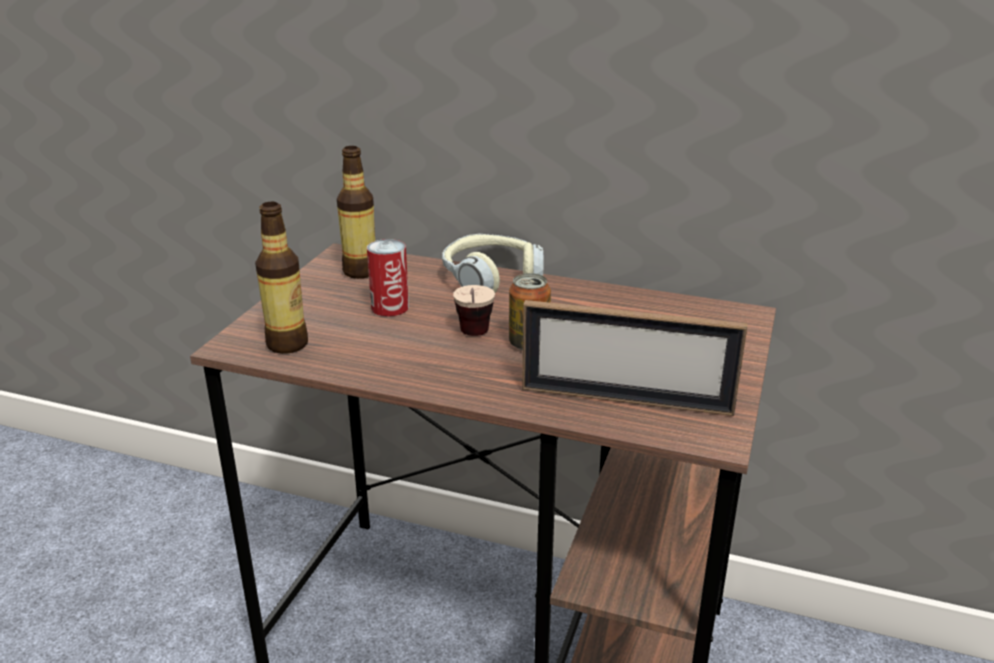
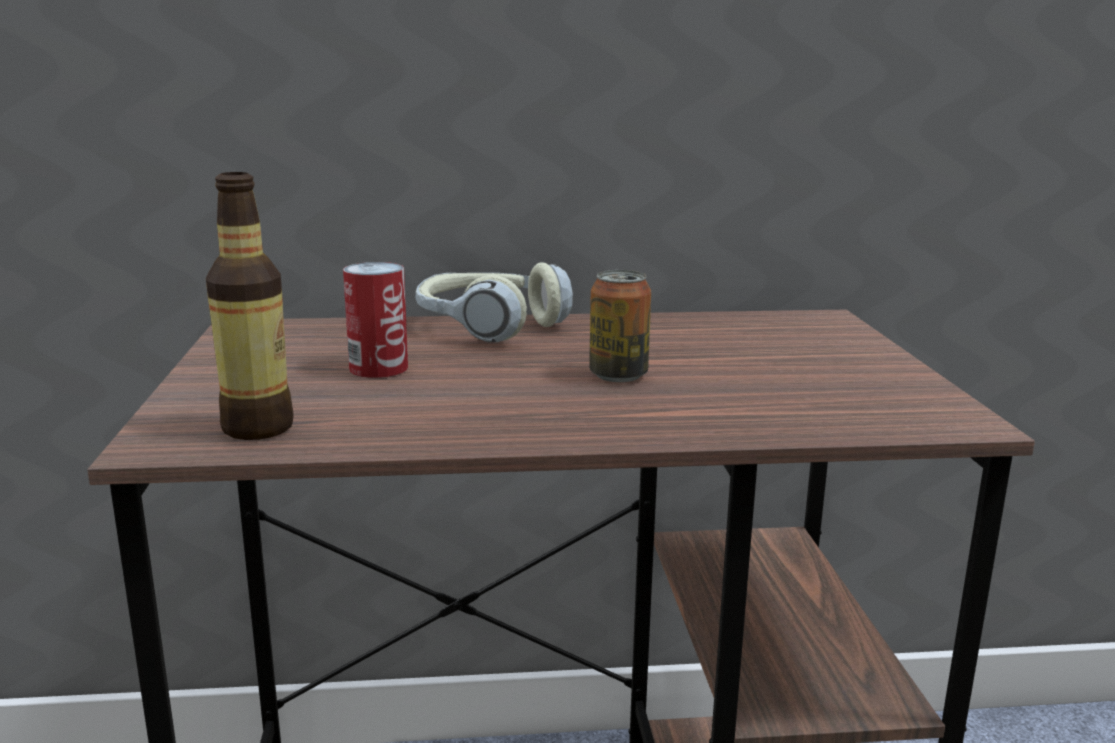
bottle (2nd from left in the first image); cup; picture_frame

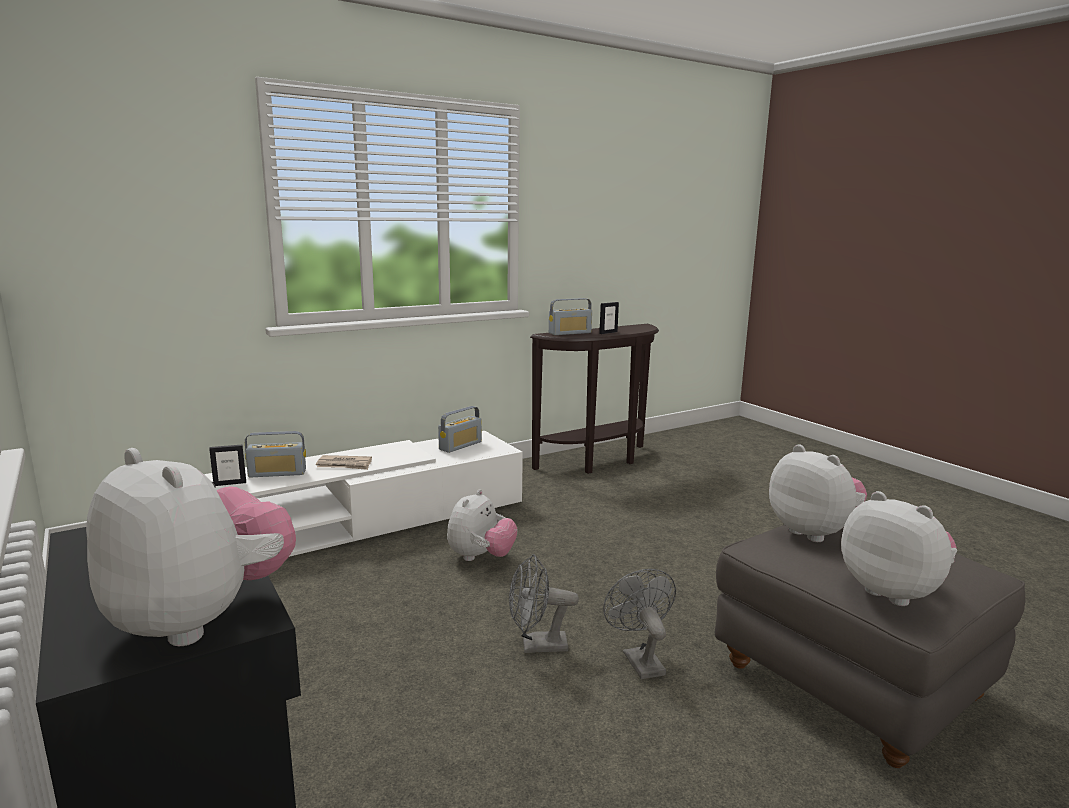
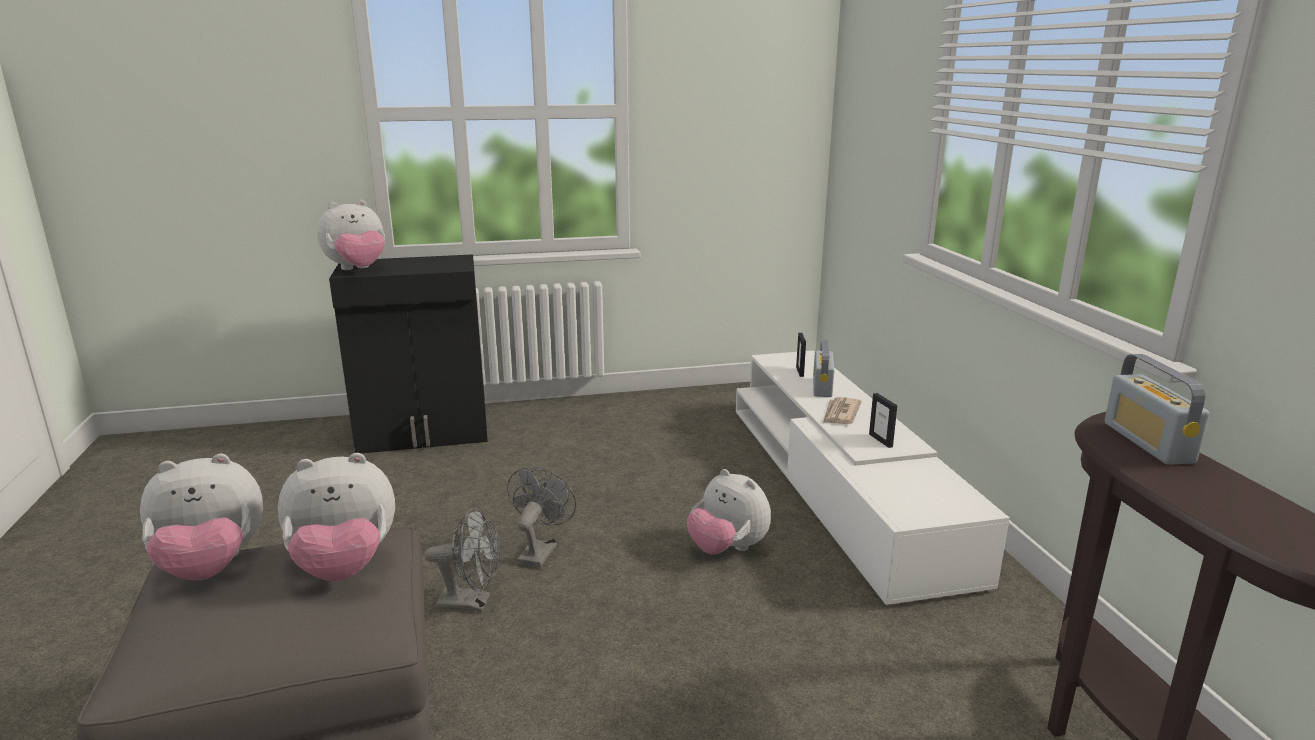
radio (2nd from left in the first image); picture_frame (2nd from left)

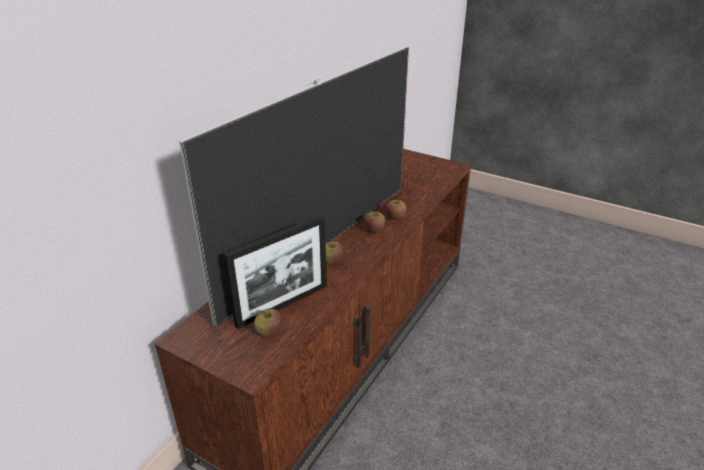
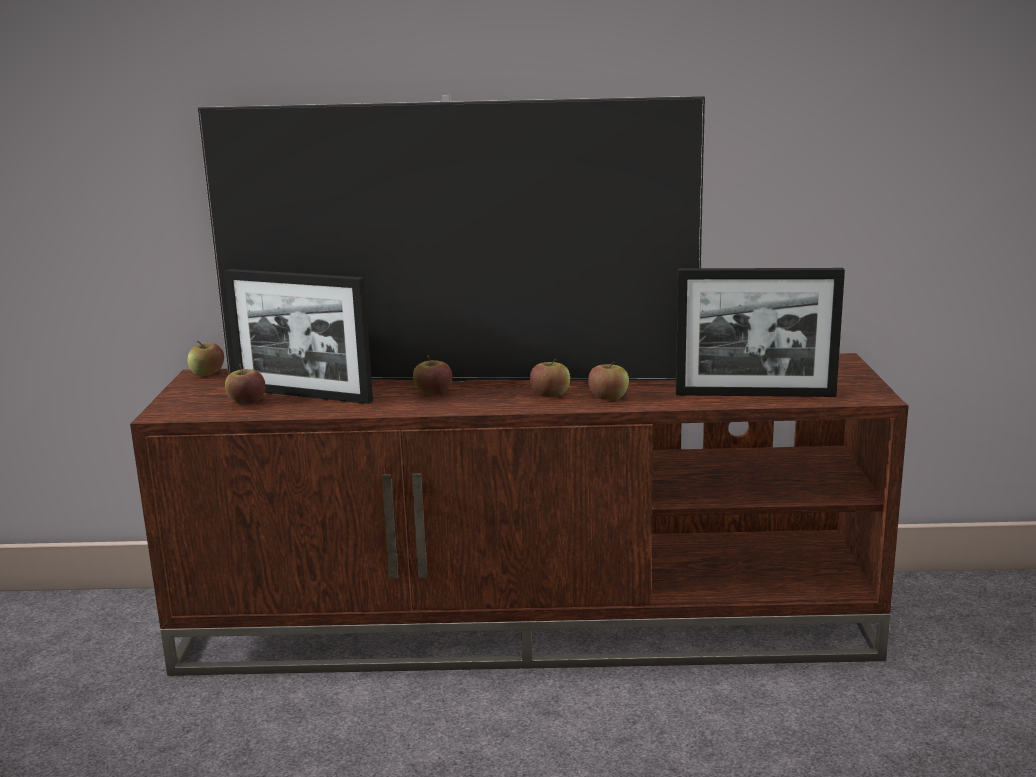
apple (1st from left); picture_frame (2nd from left)

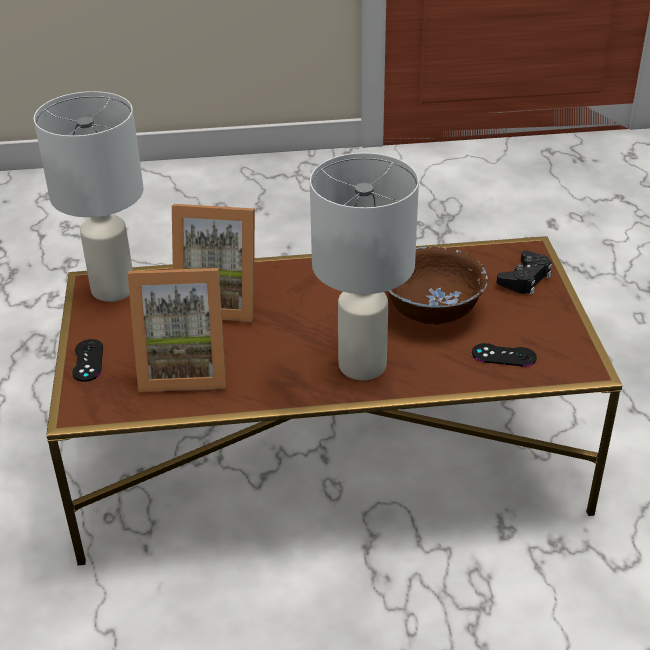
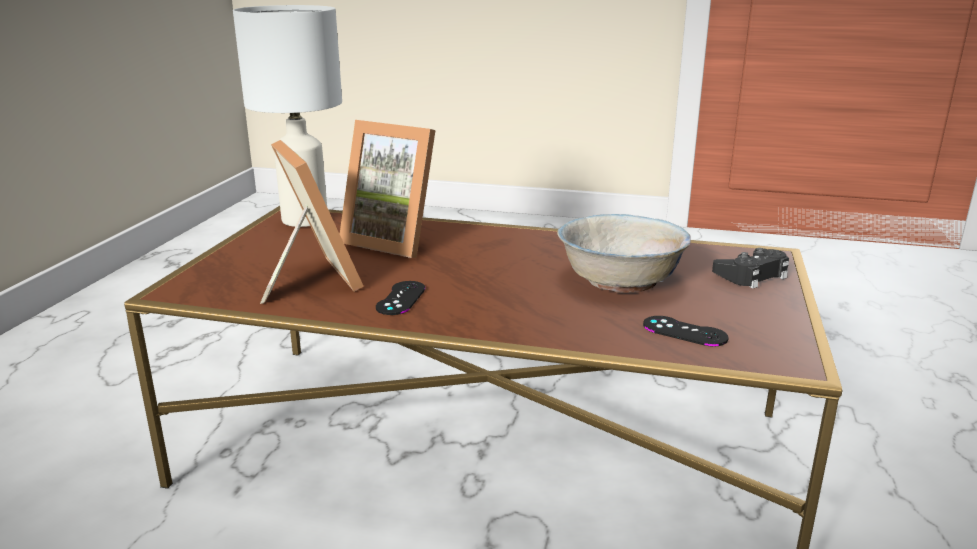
black_game_controller (1st from left); picture_frame (1st from left); white_table_lamp (2nd from left in the first image); white_bowl

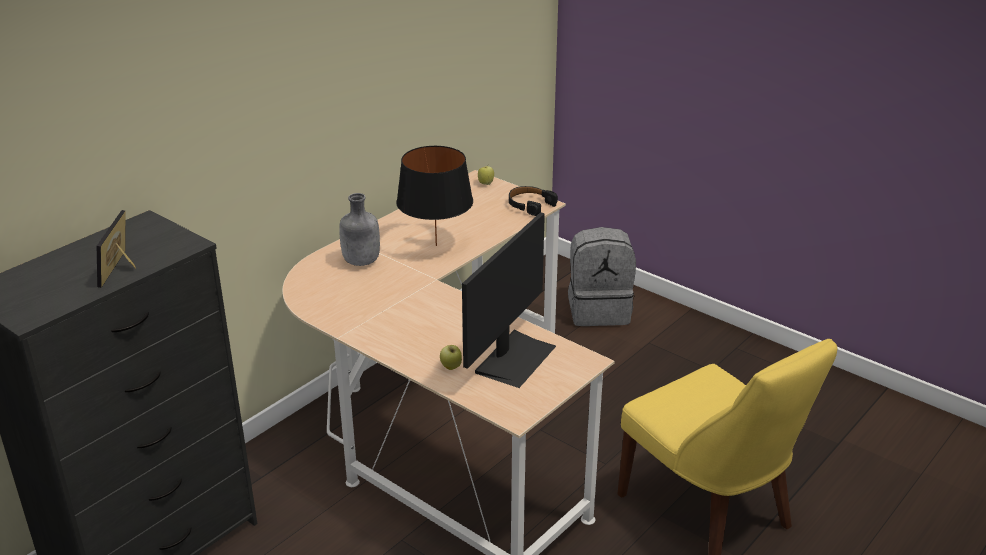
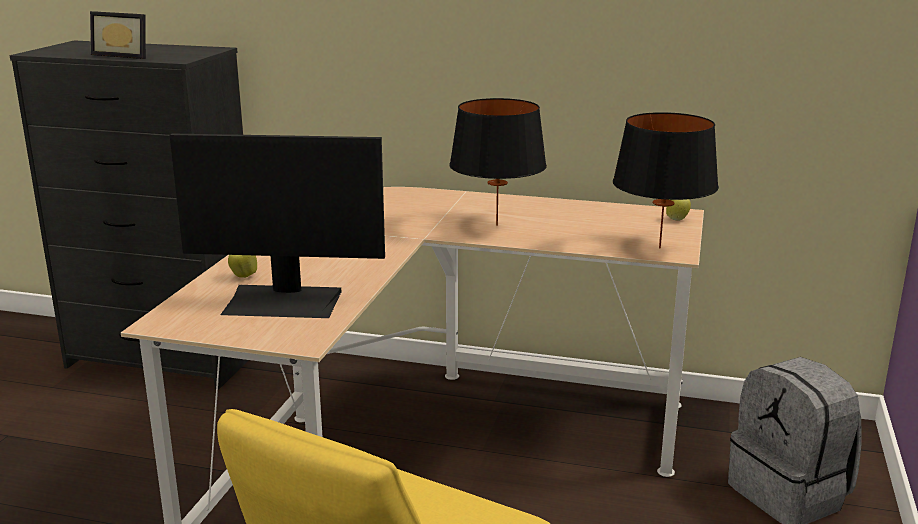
picture_frame; grey_bottle; black_table_lamp (2nd from left)

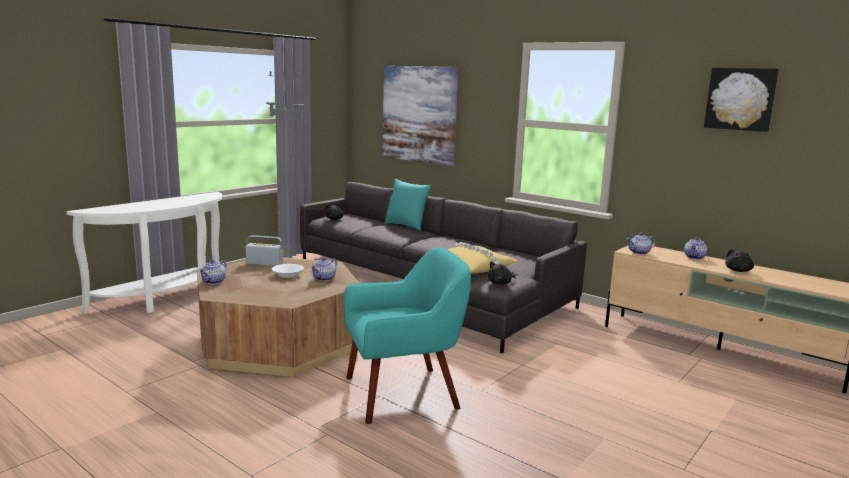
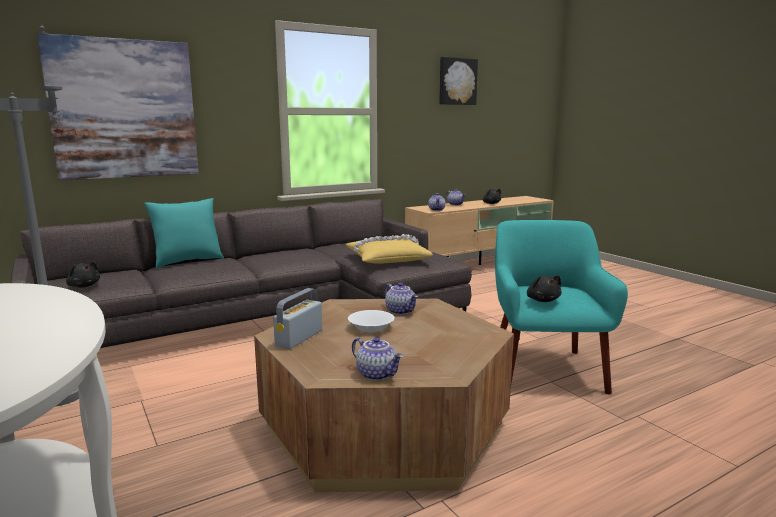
black_plush_toy (3rd from left)

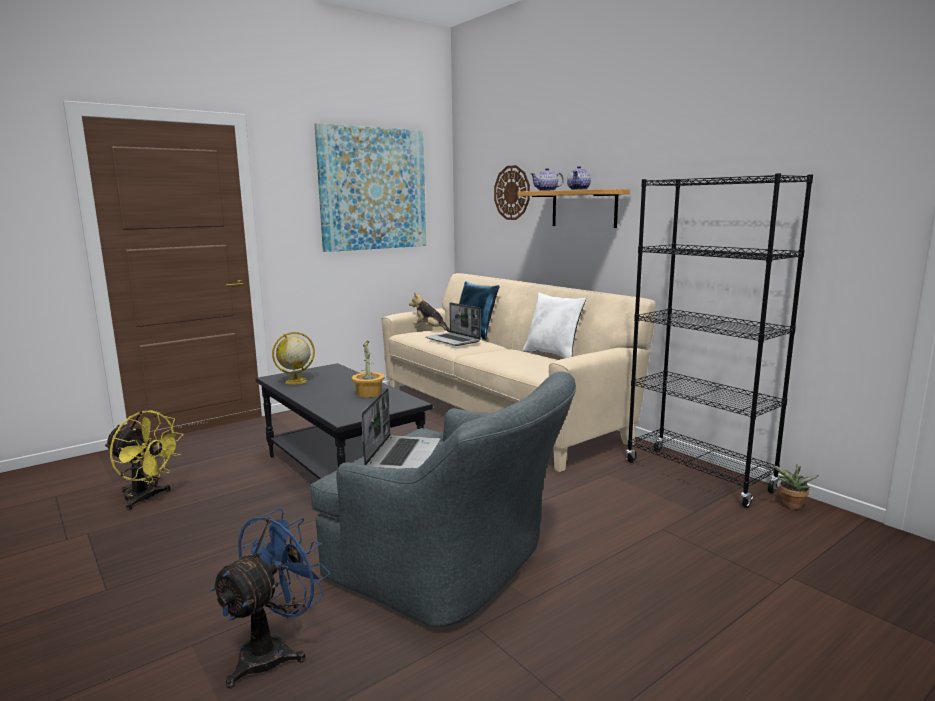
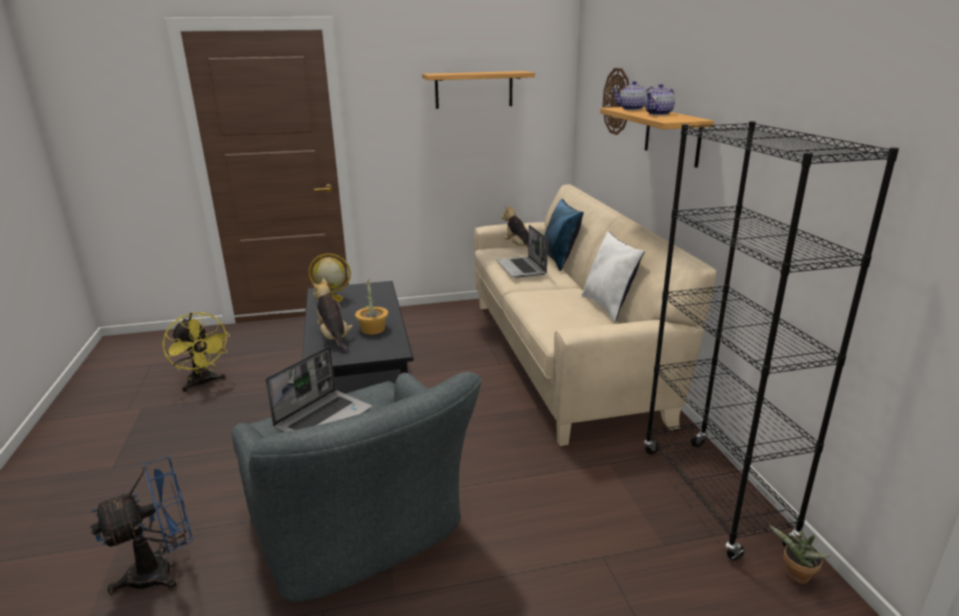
shelf (1st from left); plush_toy (1st from left)

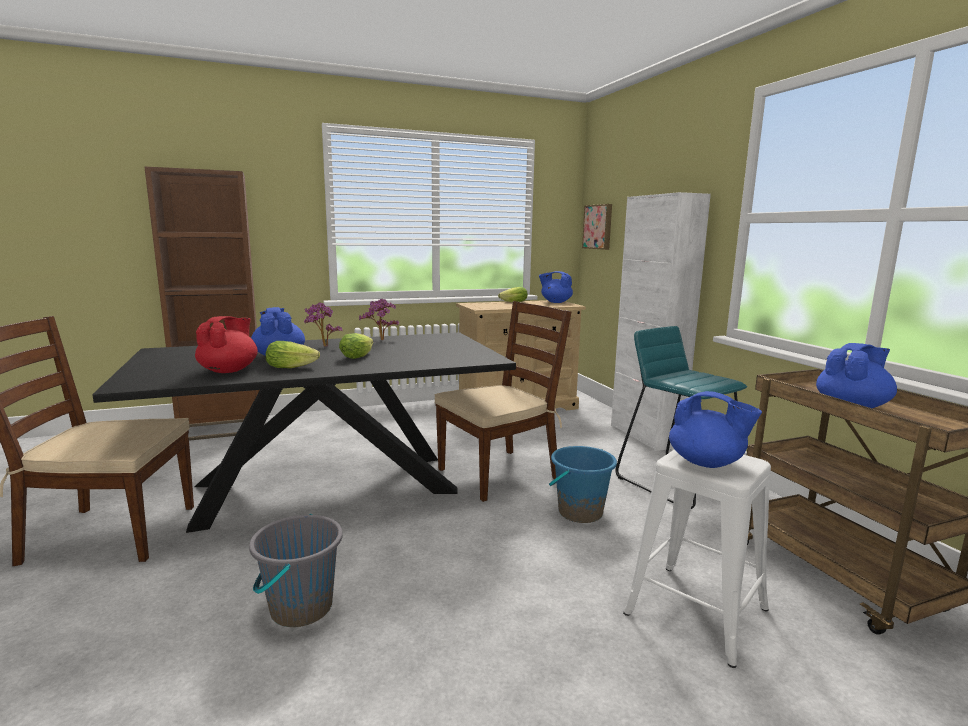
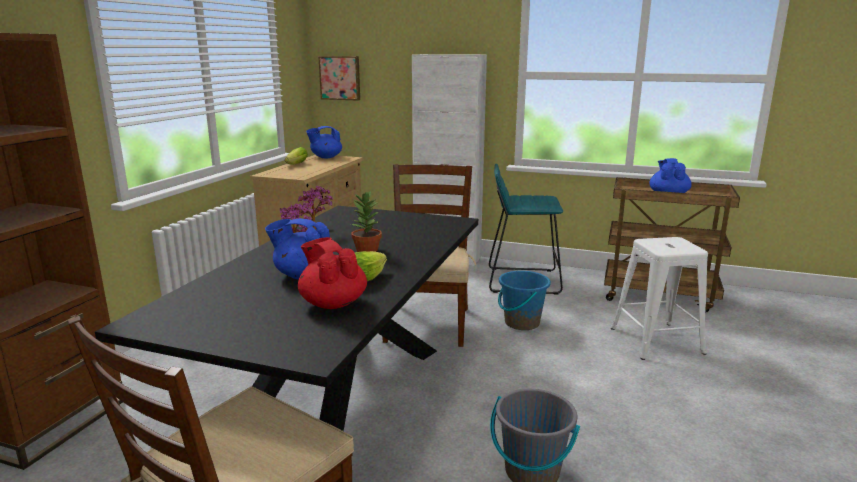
potted_plant (3rd from left); blue_teapot (3rd from left in the first image)

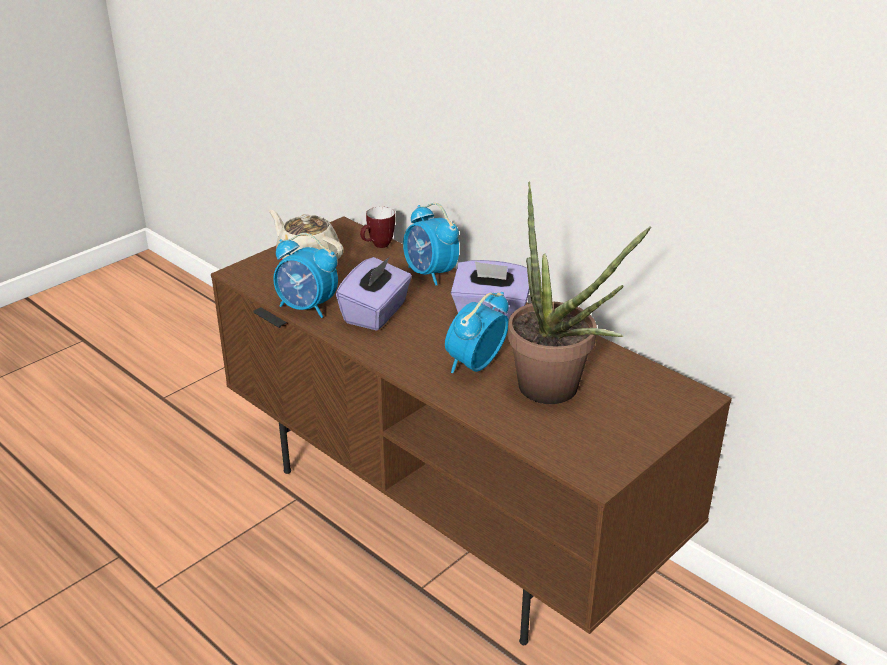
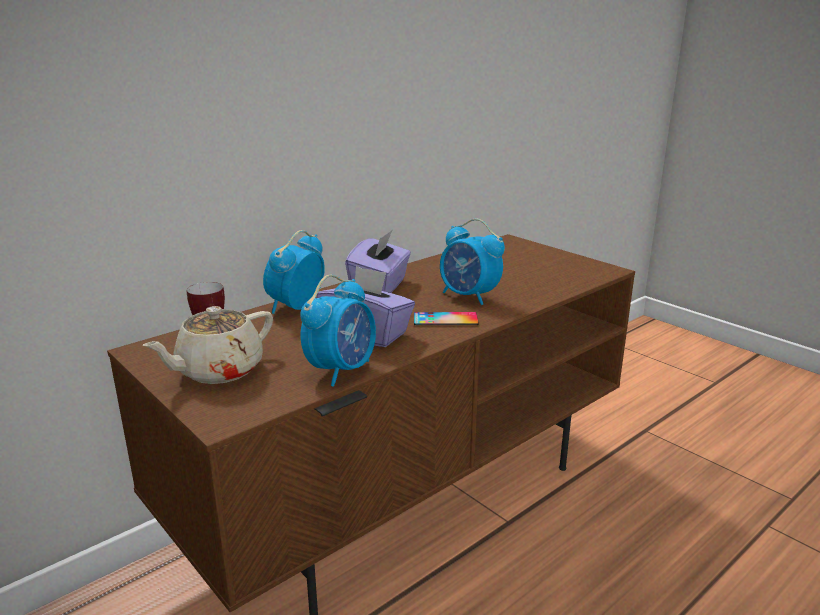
alarm_clock (1st from left); potted_plant; phone

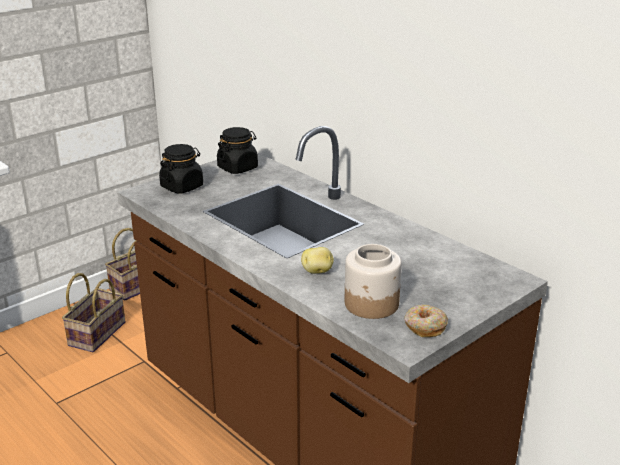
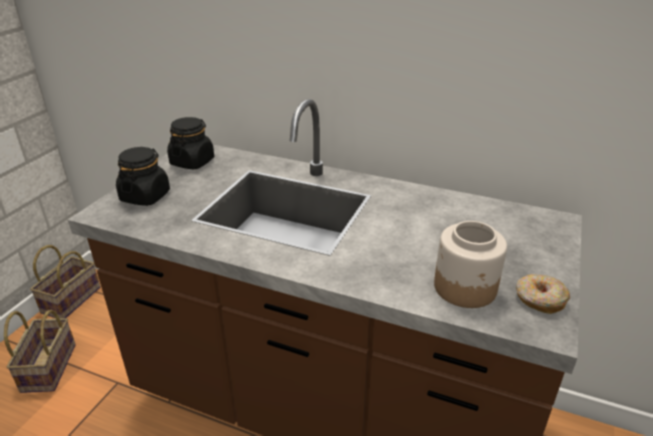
potato

